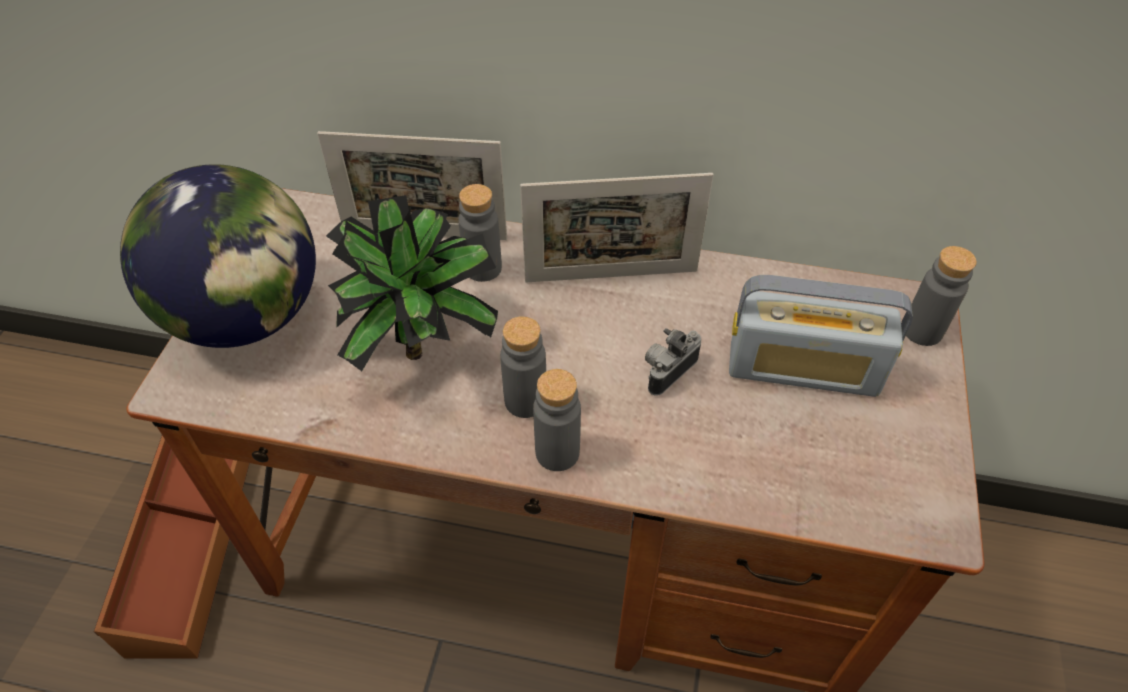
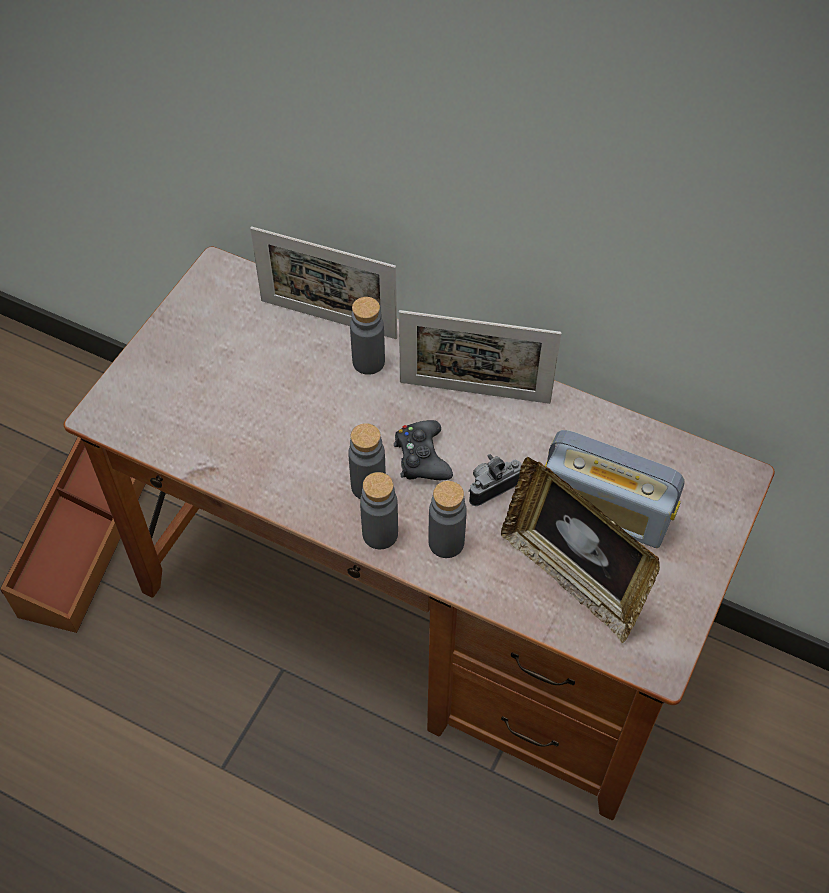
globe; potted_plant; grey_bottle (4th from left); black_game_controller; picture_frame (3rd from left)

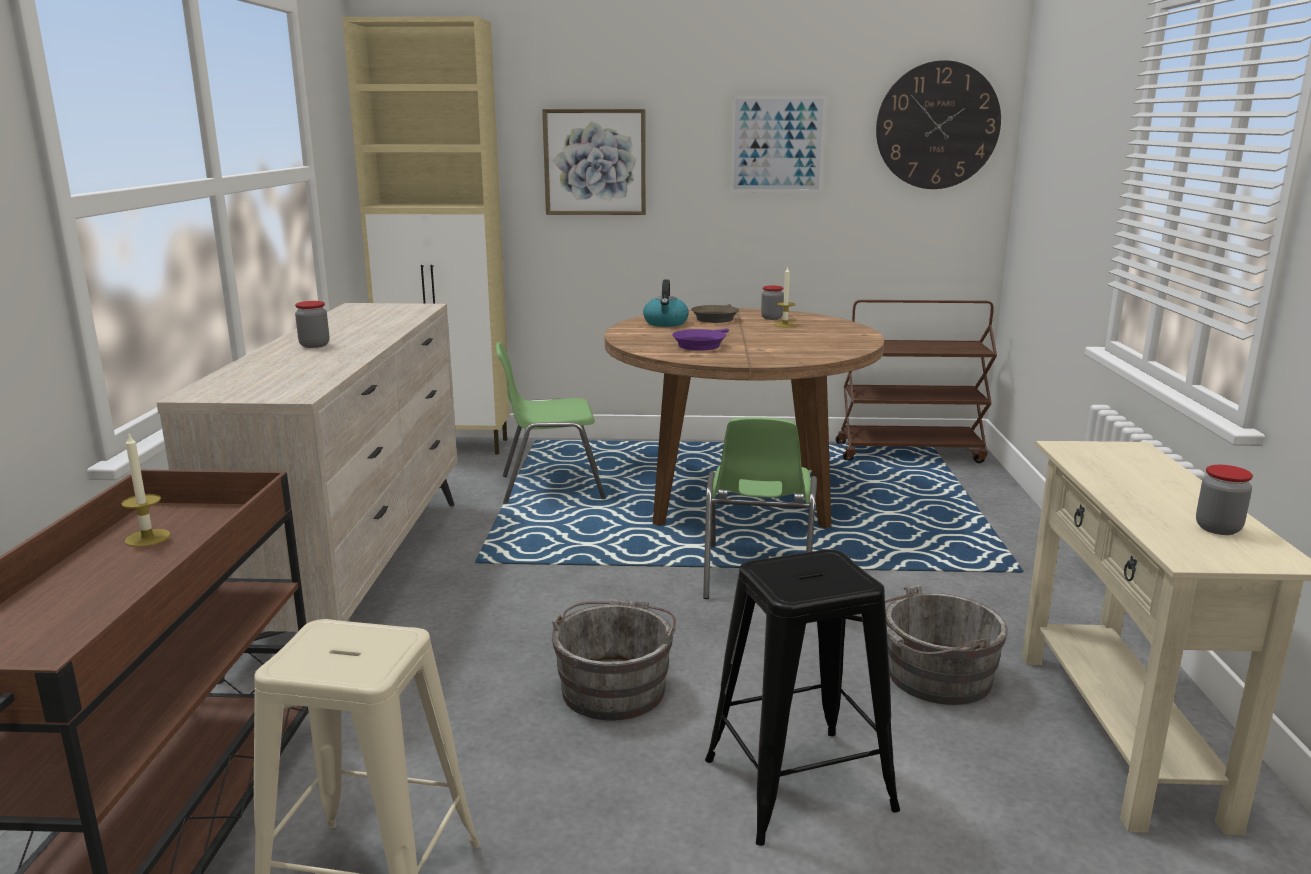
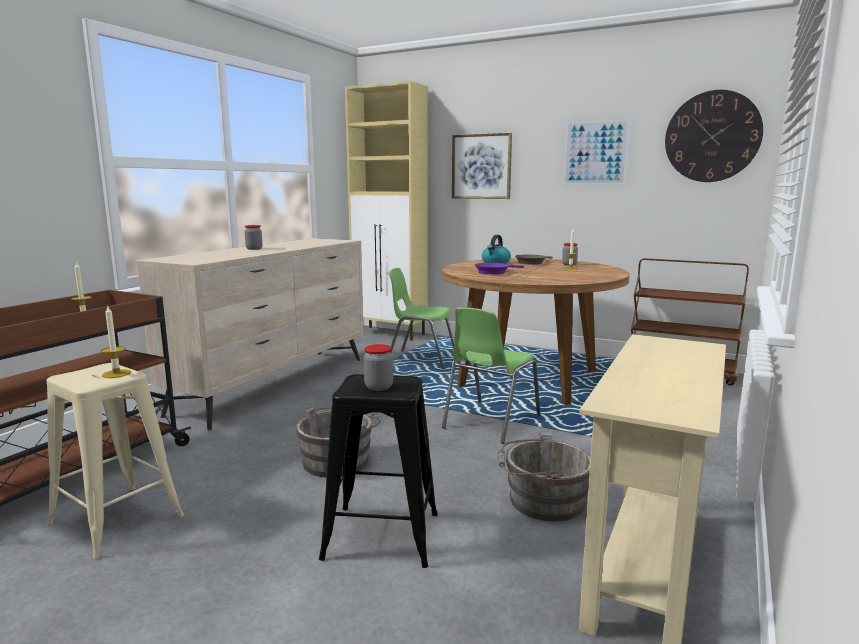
jar (2nd from left); candle (2nd from left)

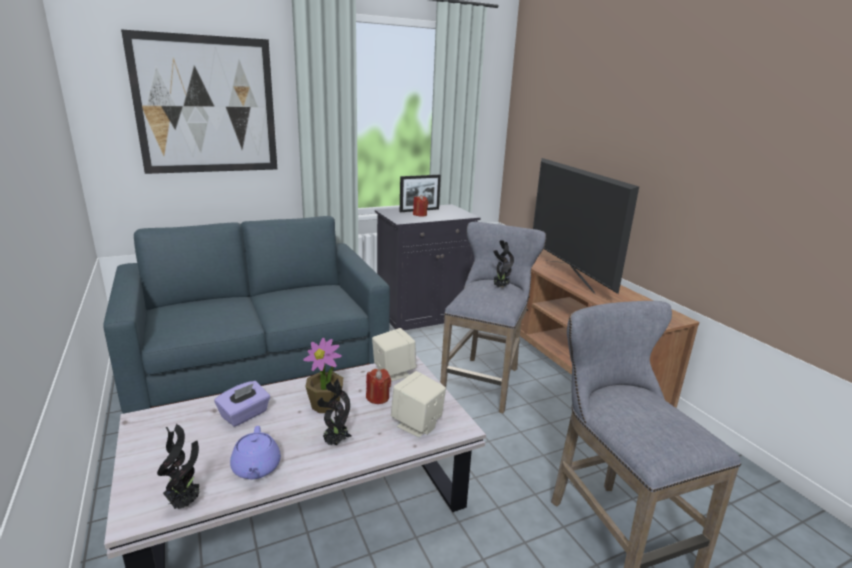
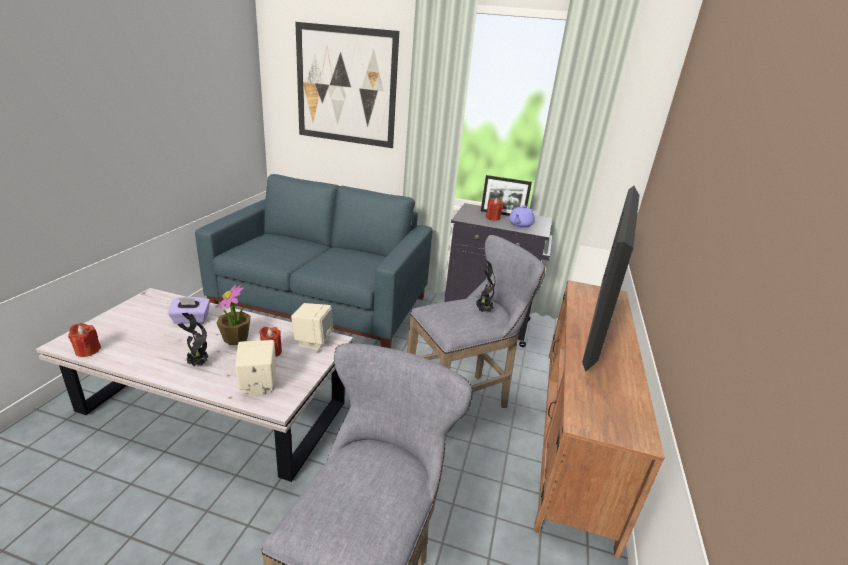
red_candle (1st from left); purple_teapot

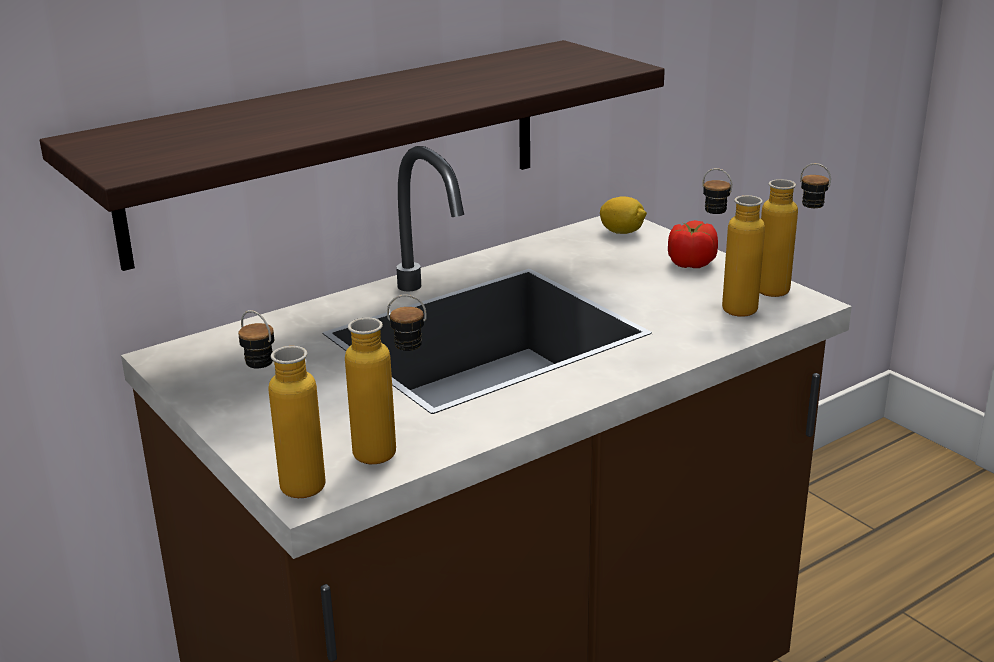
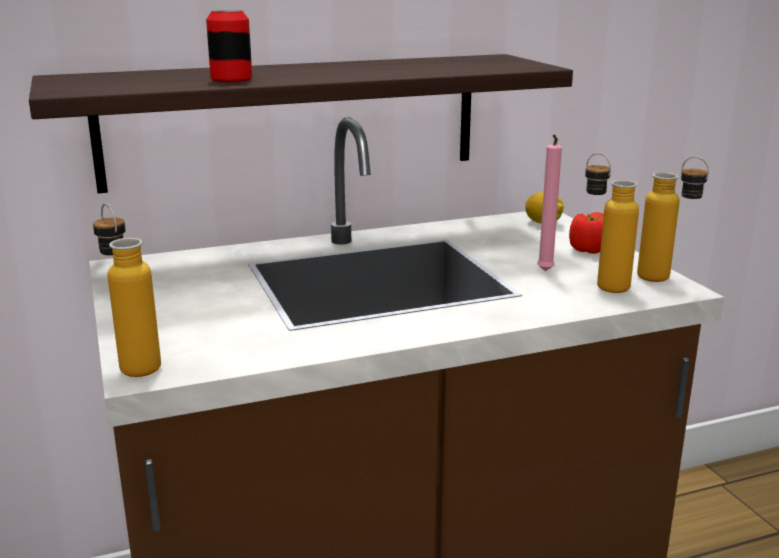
bottle (2nd from left in the first image); can; pink_candle

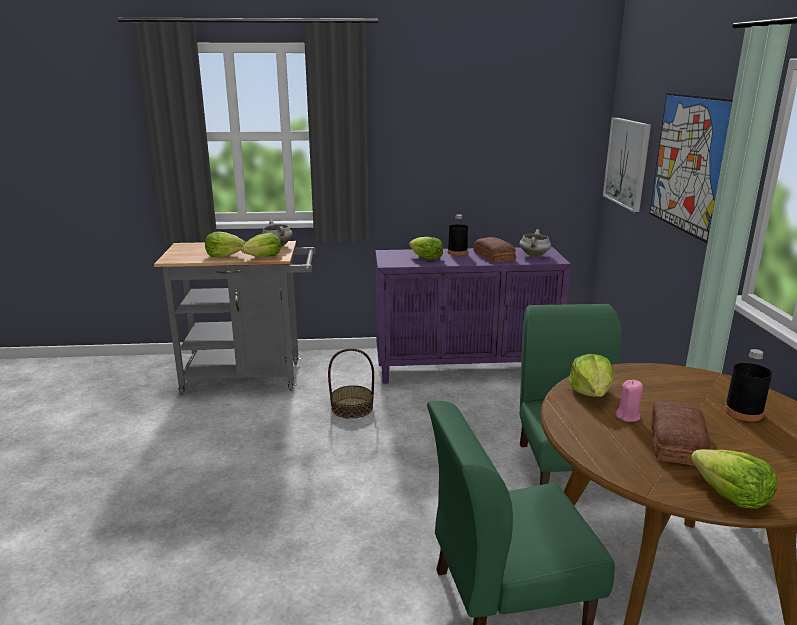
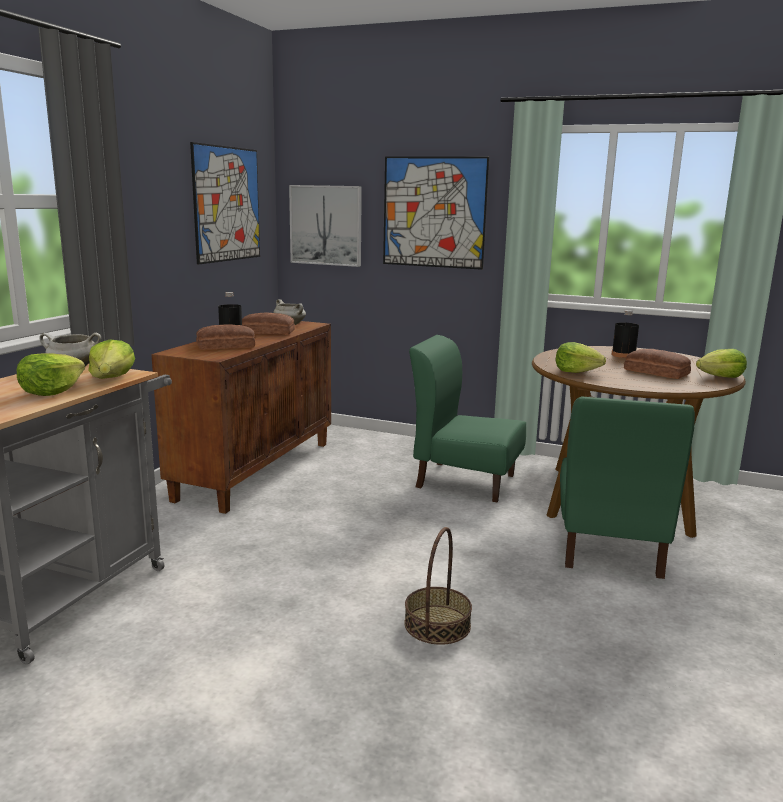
basket; brown_cabinet; bread (1st from left); pink_candle; picture (1st from left)

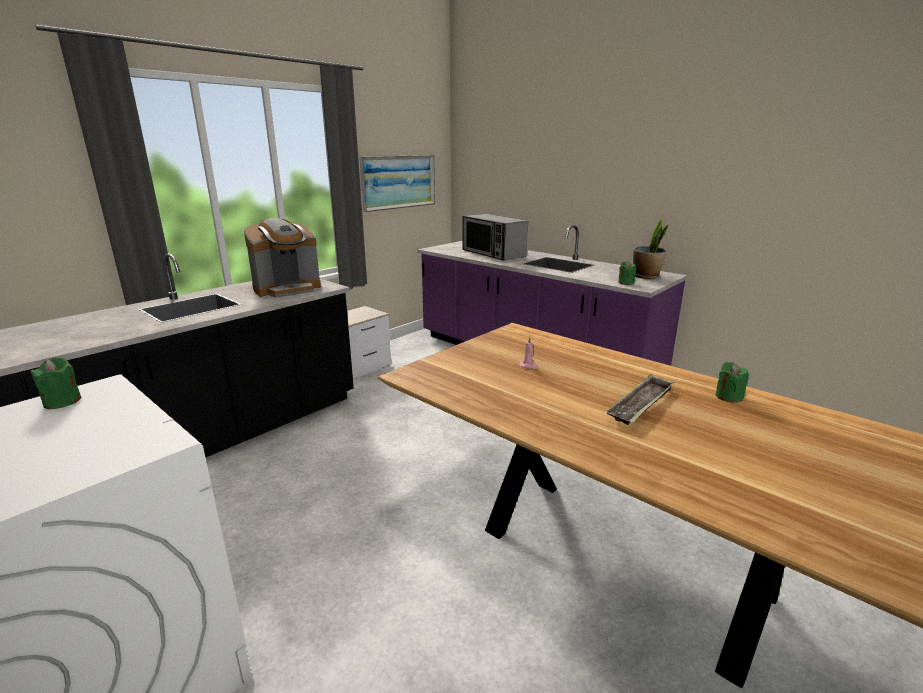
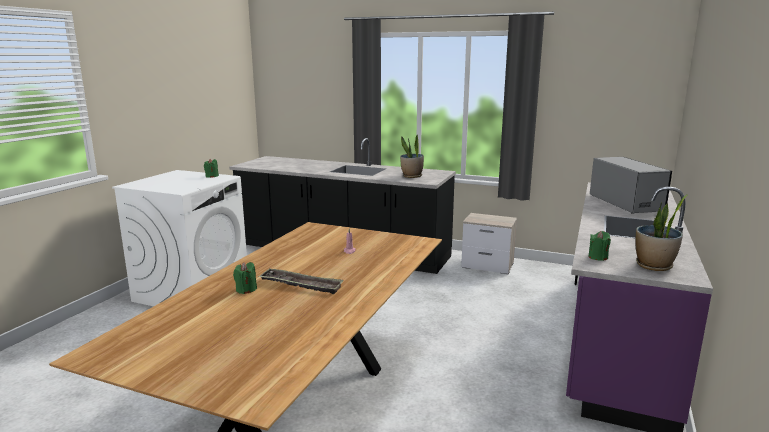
potted_plant (1st from left); picture; microwave; green_candle (2nd from left)

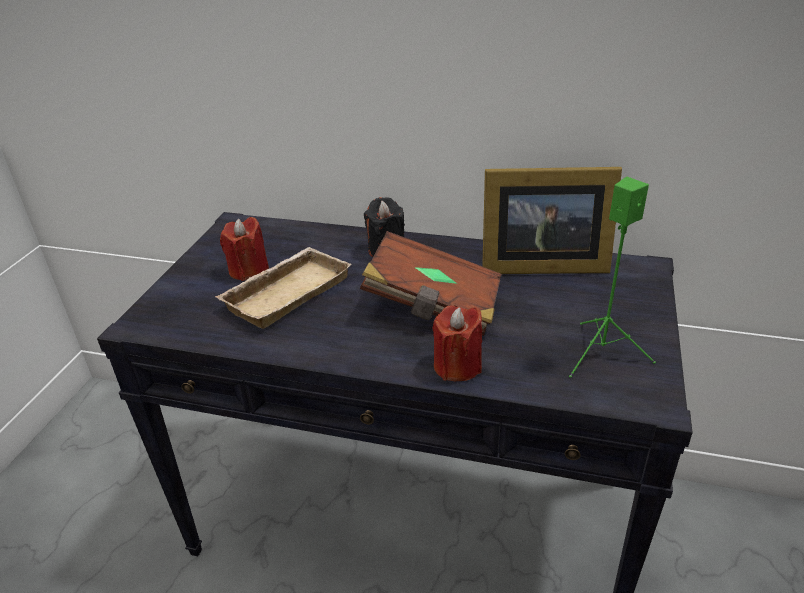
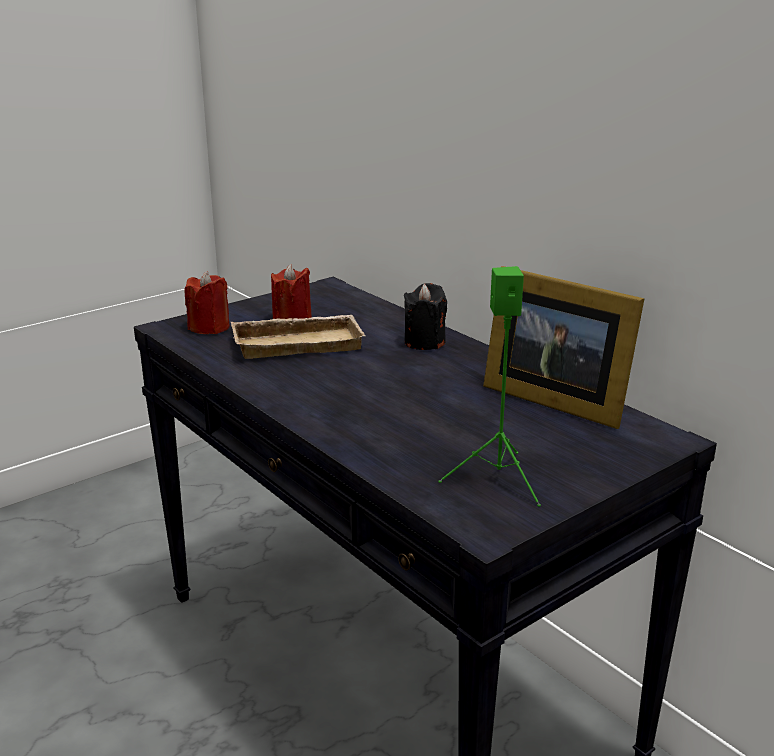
brown_book; red_candle (1st from left)

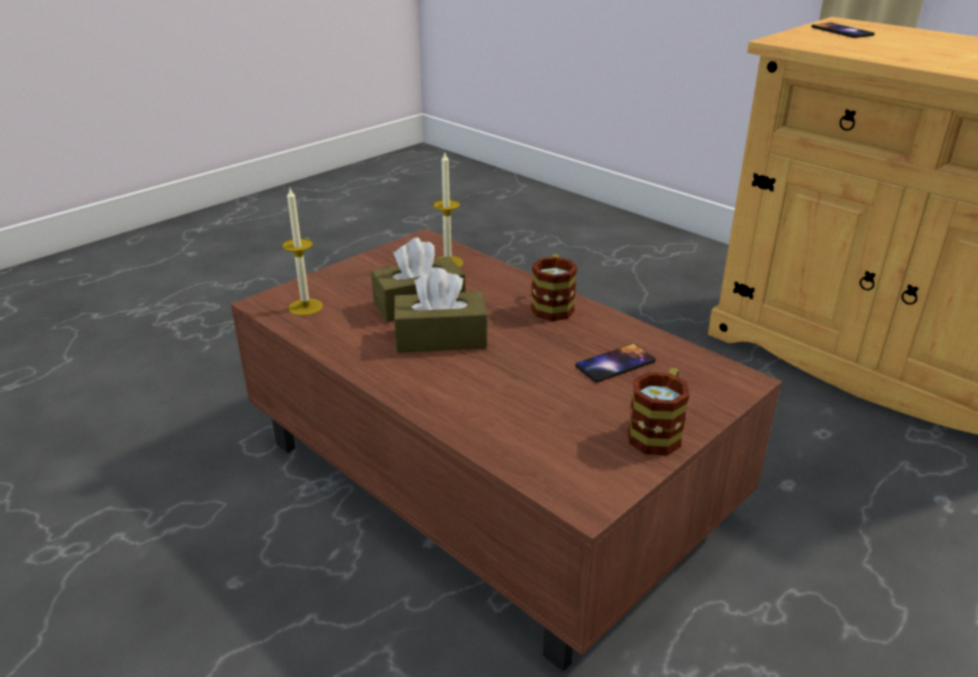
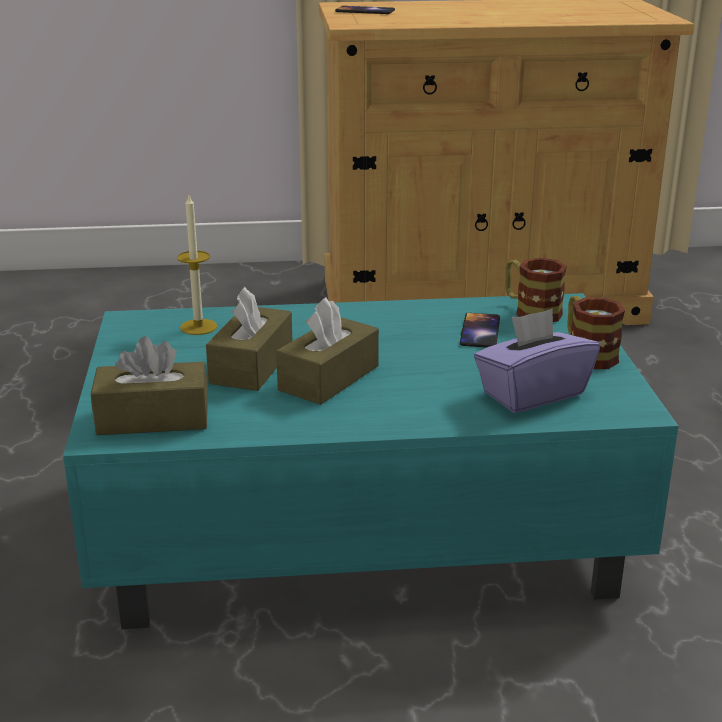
turquoise_coffee_table; brown_tissue_box (1st from left); mug (1st from left); purple_tissue_box

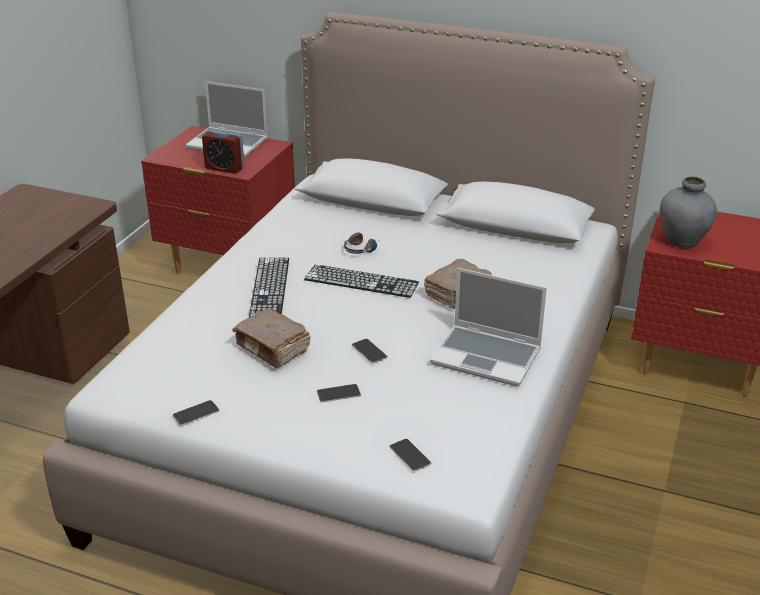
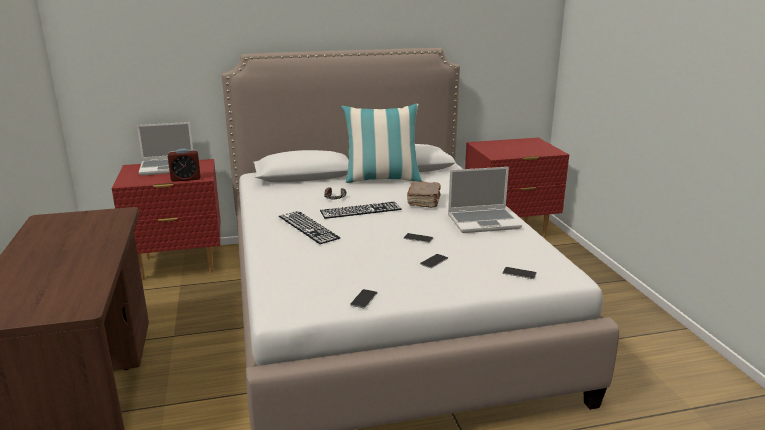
brown_book (1st from left in the first image); grey_vase; pillow

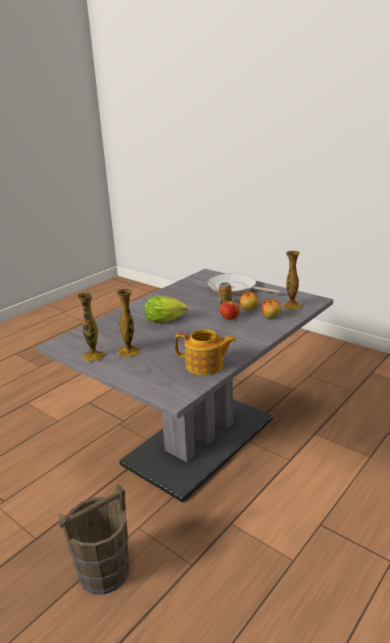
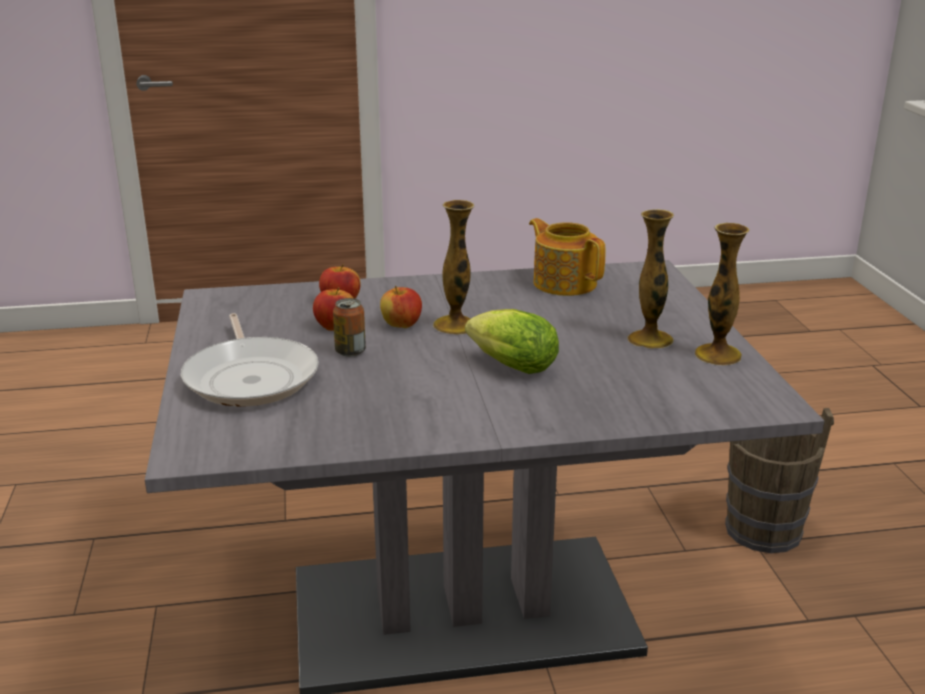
vase (1st from left)

